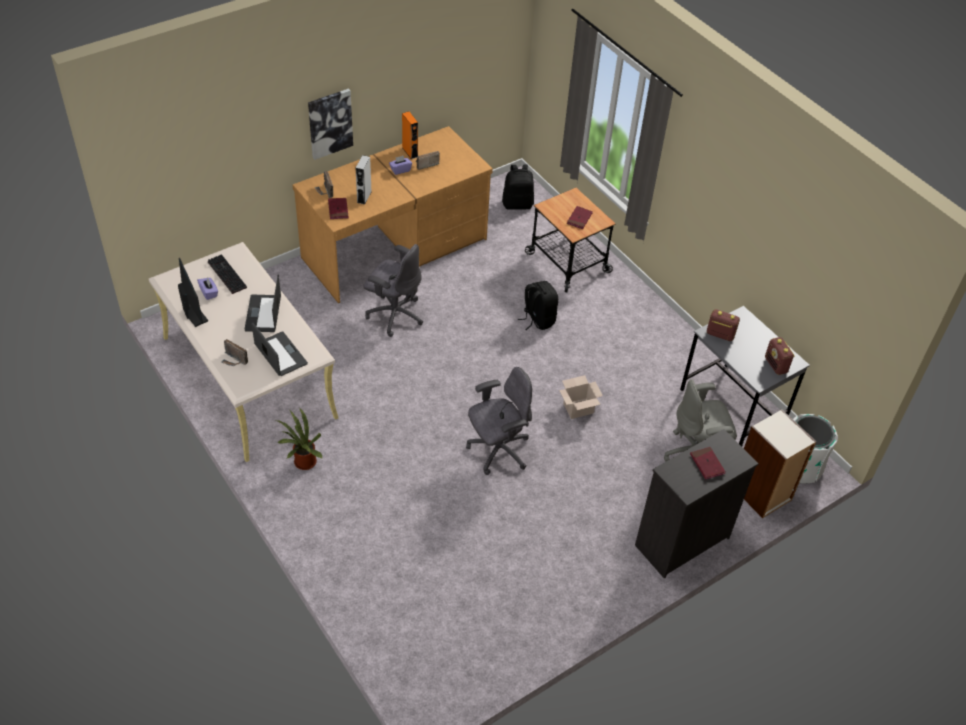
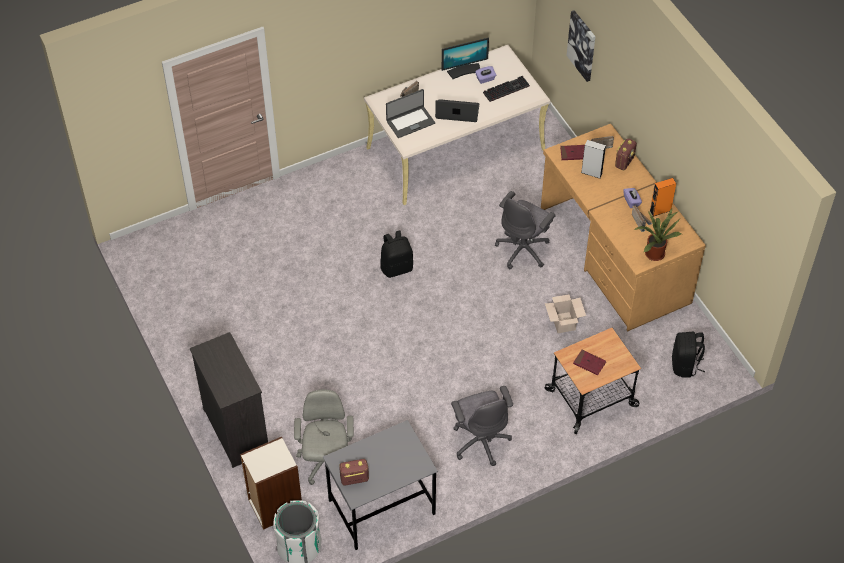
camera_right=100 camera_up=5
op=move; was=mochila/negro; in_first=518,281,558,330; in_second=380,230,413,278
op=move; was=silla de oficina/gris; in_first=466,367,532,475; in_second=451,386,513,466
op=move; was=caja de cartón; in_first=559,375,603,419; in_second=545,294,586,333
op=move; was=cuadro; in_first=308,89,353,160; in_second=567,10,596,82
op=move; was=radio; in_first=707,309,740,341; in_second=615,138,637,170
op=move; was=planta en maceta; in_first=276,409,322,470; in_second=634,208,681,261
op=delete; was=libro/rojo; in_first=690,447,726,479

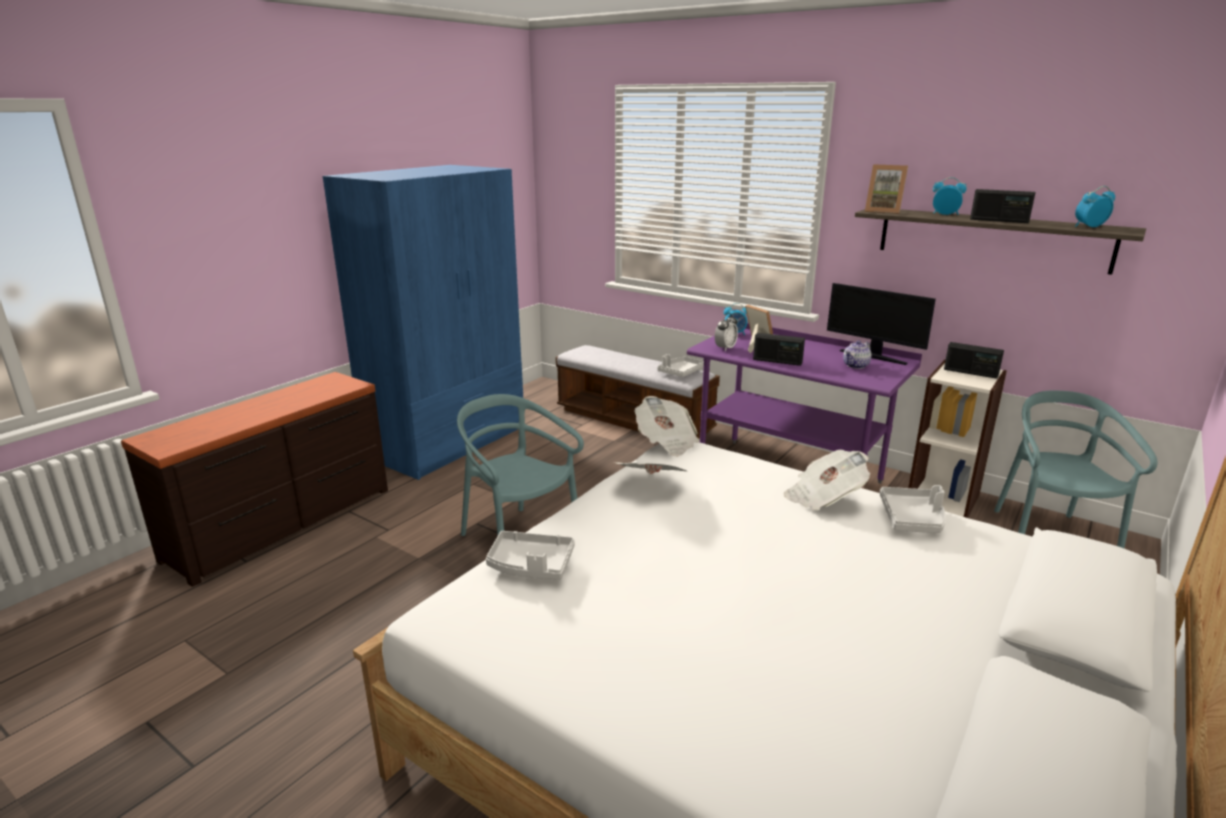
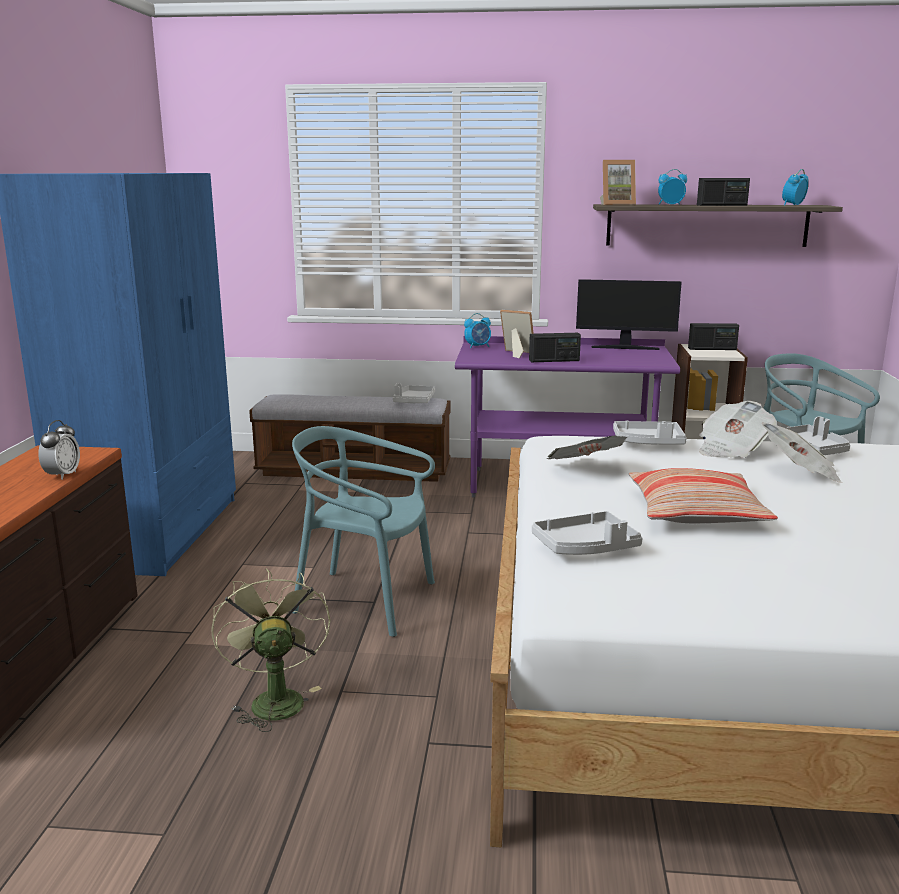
camera_right=-30 camera_up=-5
op=move; was=despertador; in_first=715,313,738,351; in_second=38,420,80,480
op=insert; now=ventilador/verde; in_second=211,568,330,732
op=insert; now=bandeja/gris; in_second=613,421,687,444
op=insert; now=cojín; in_second=629,468,778,523
op=move; was=periódico; in_first=634,396,700,457; in_second=762,422,842,483
op=delete; was=tetera; in_first=843,340,871,369

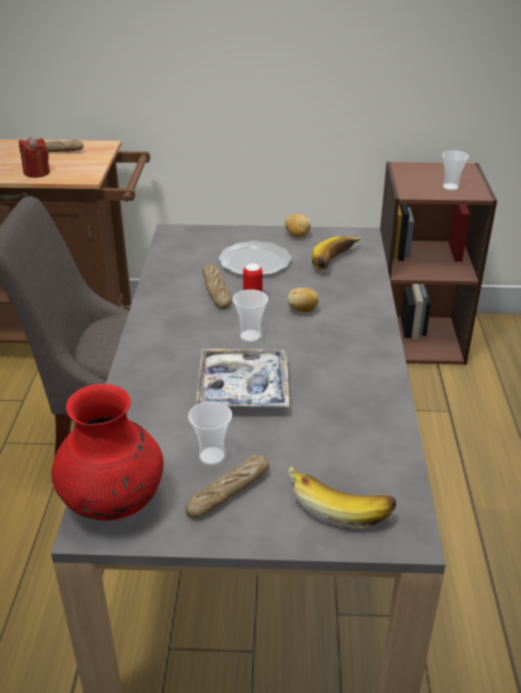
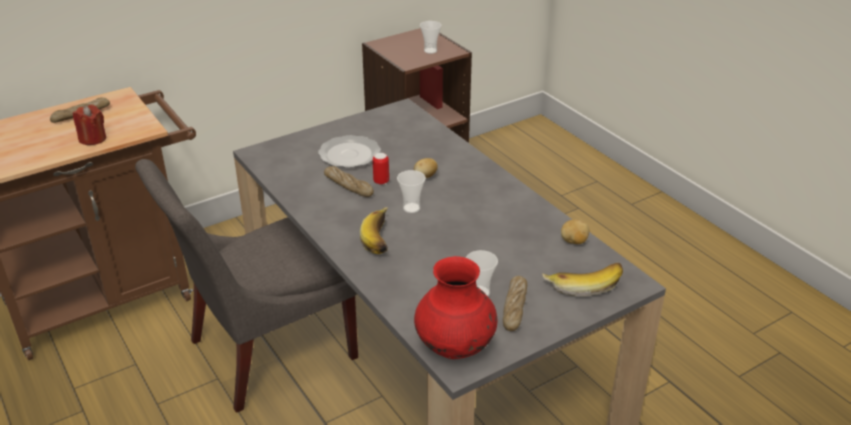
camera_right=-35 camera_up=0
op=move; was=plátano; in_first=312,236,361,270; in_second=360,207,388,254
op=move; was=patata; in_first=284,214,311,237; in_second=561,219,589,244
op=delete; was=bandeja; in_first=196,349,290,407

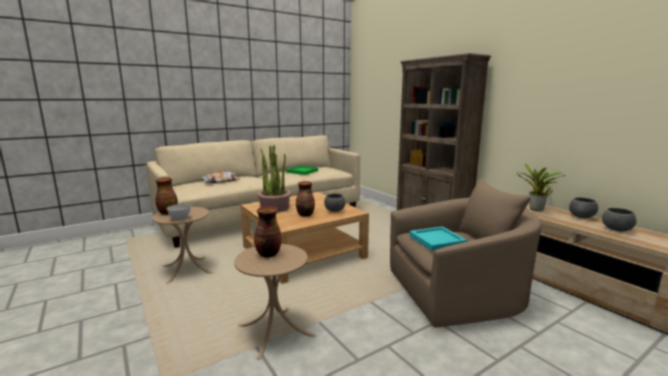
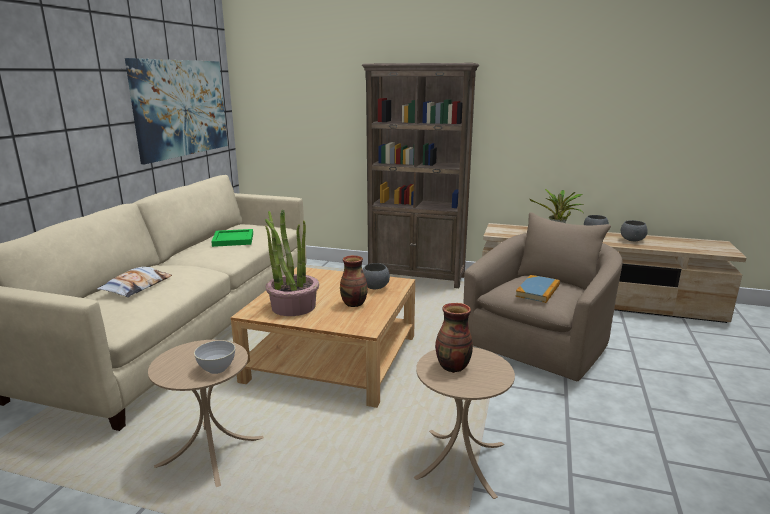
camera_right=-40 camera_up=5
op=insert; now=cuadro; in_second=125,58,228,164
op=replace; was=bandeja/turquesa; now=libro; in_first=409,226,467,251; in_second=515,275,560,303
op=delete; was=florero; in_first=156,178,178,215

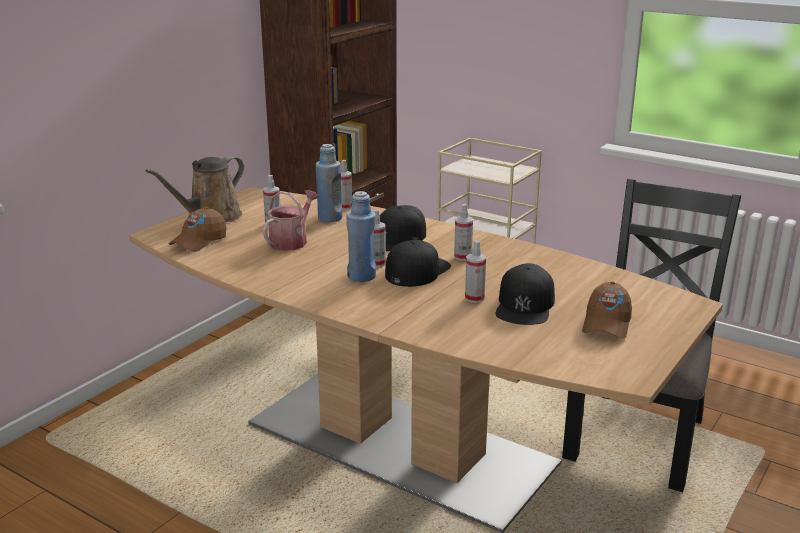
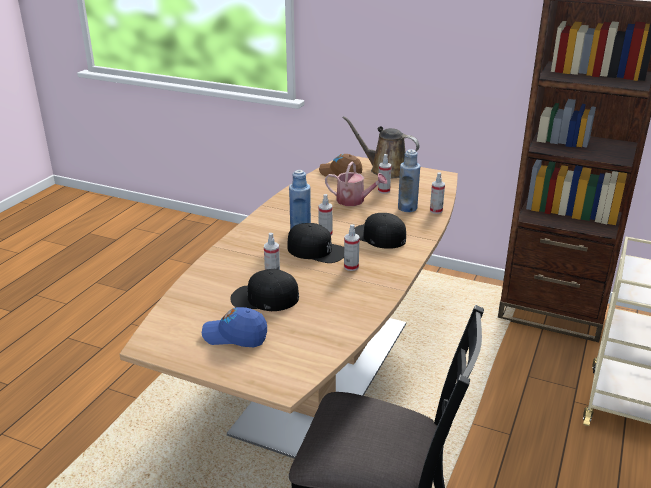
camera_right=80 camera_up=5
op=recolor; was=gorra/marrón; now=gorra/azul; in_first=582,281,632,339; in_second=202,307,267,347

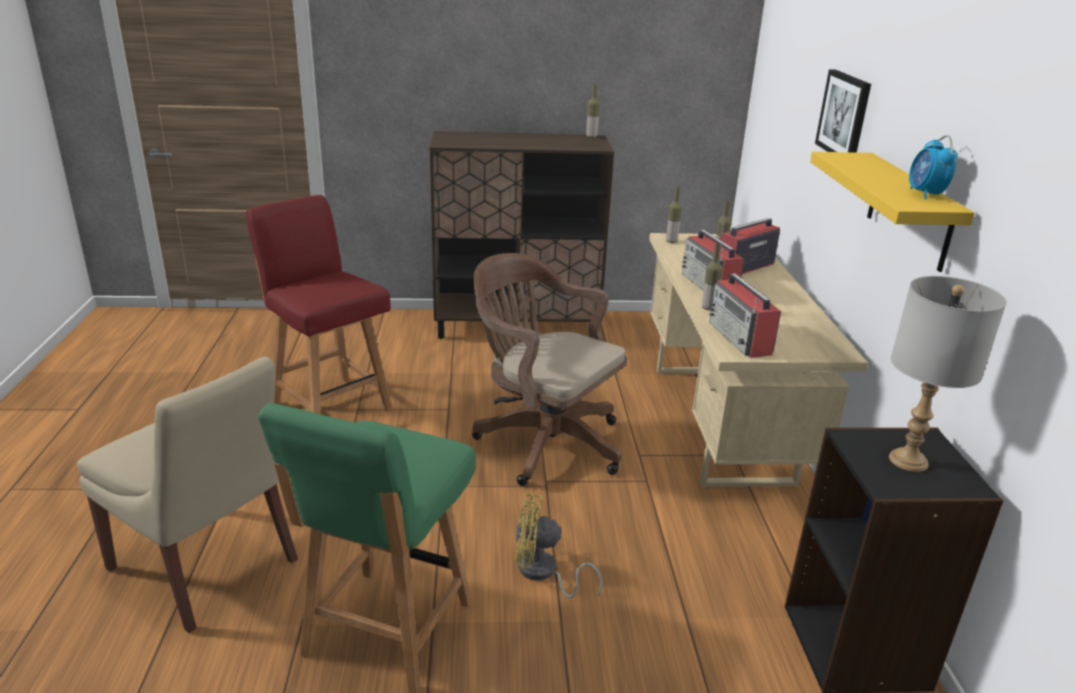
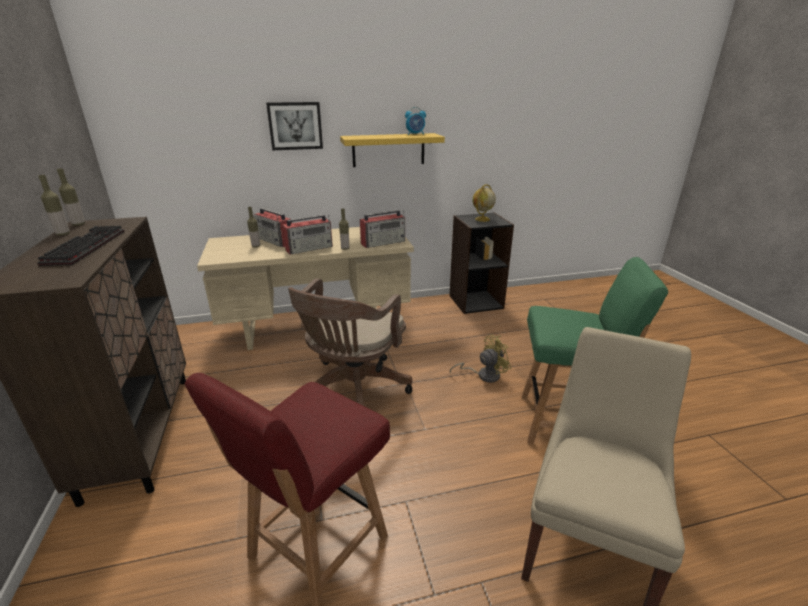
camera_right=-100 camera_up=0
op=insert; now=teclado; in_second=38,226,125,266
op=move; was=botella; in_first=666,187,682,243; in_second=39,175,70,236
op=rotate; was=ventilador/amarillo; in_first=516,494,602,598; in_second=450,335,511,383; clockwise=-105
op=replace; was=lámpara de mesa/gris; now=globo terráqueo; in_first=889,276,1007,472; in_second=472,185,496,222

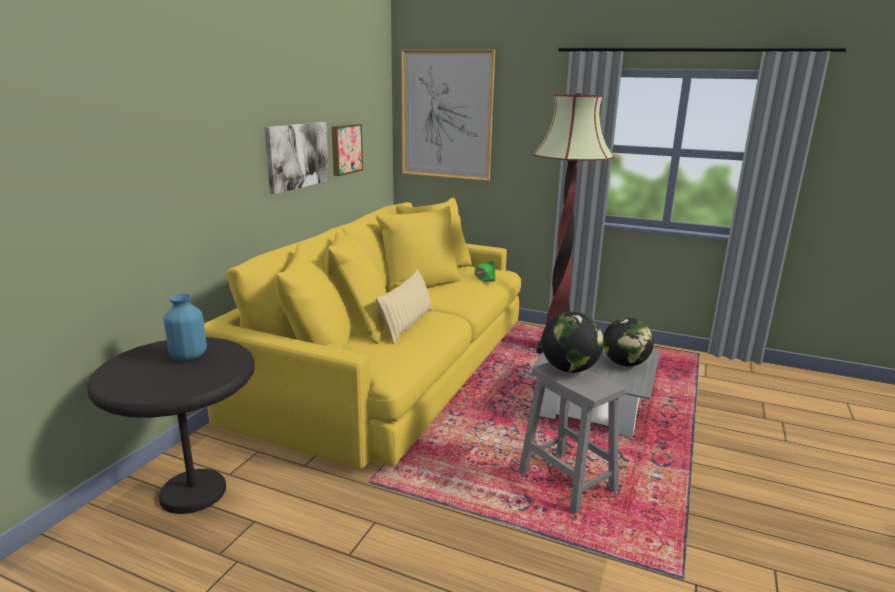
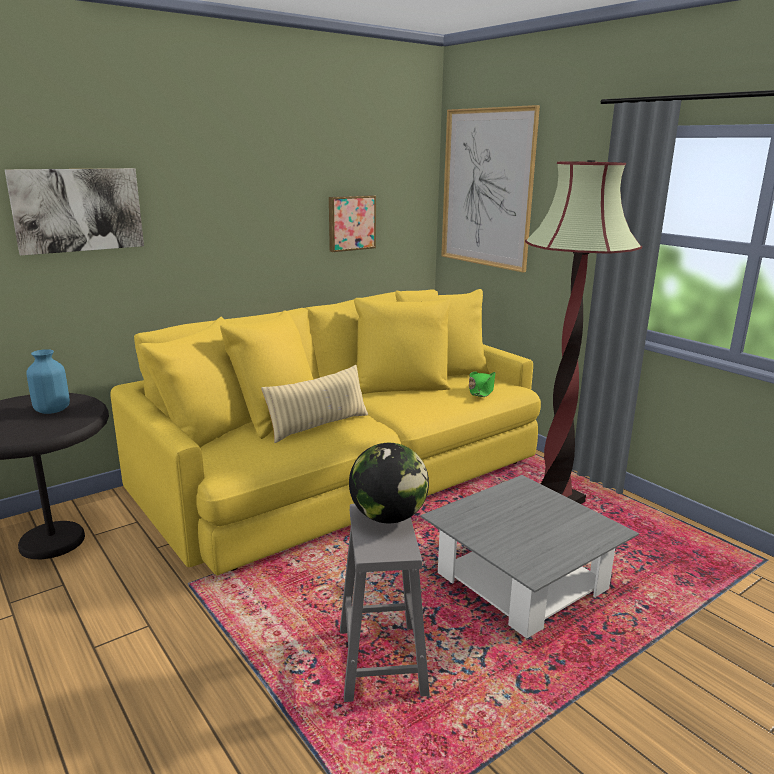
camera_right=30 camera_up=0
op=move; was=cuadro; in_first=265,122,329,194; in_second=4,168,144,255
op=delete; was=globo terráqueo; in_first=603,317,654,366

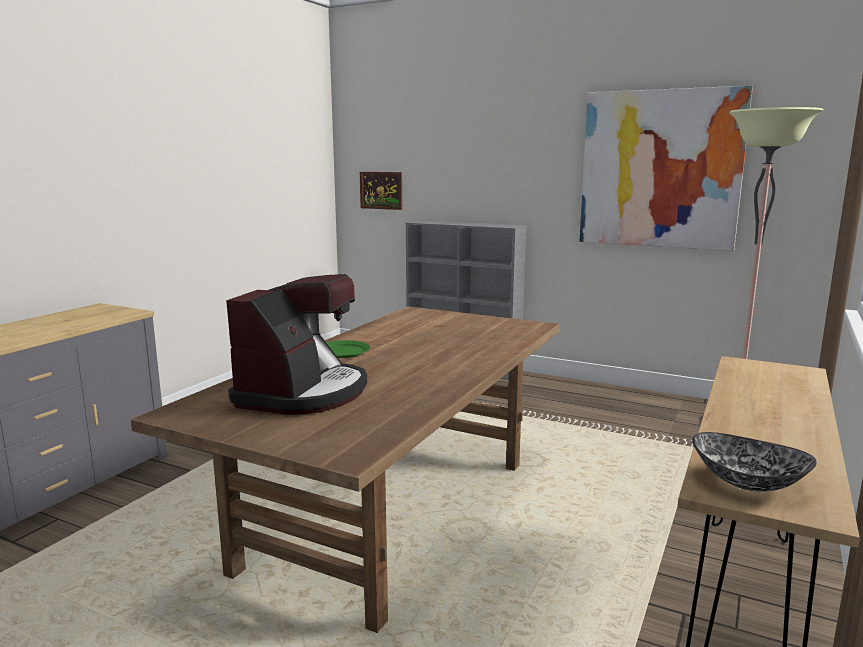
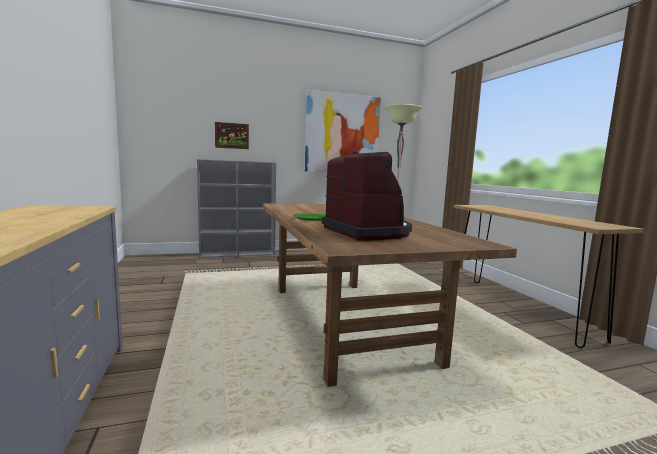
camera_right=-45 camera_up=-5
op=move; was=cuadro; in_first=360,172,402,210; in_second=215,122,249,149
op=delete; was=cuenco; in_first=692,432,817,492

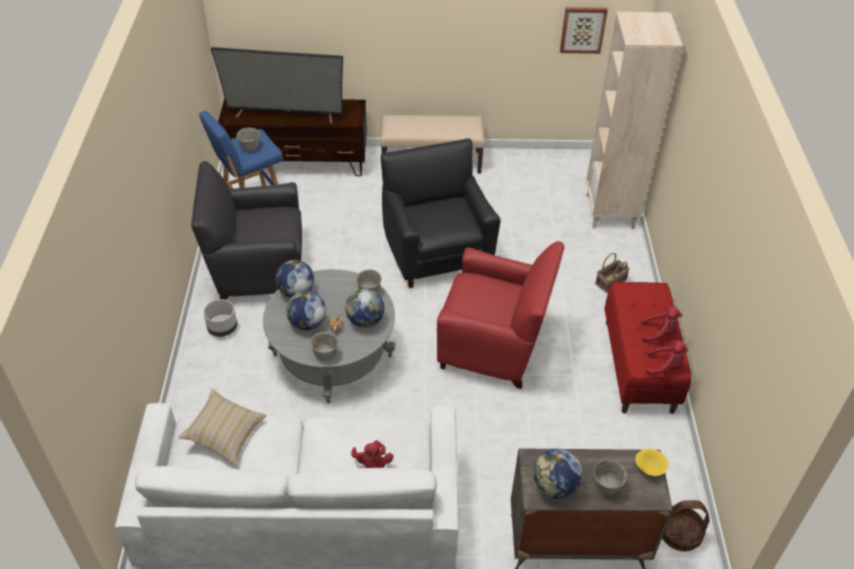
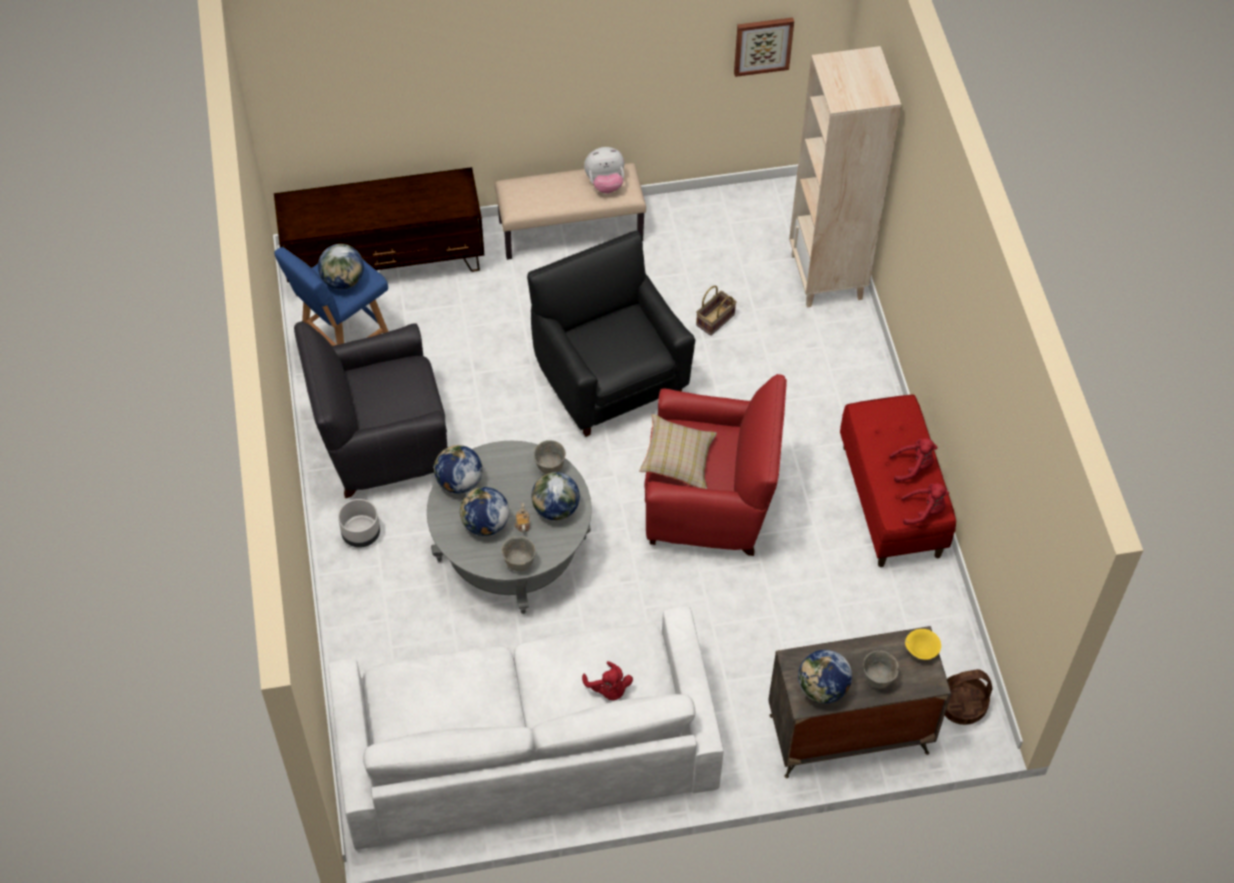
camera_right=-10 camera_up=10
op=replace; was=cuenco/gris; now=globo terráqueo; in_first=237,128,260,151; in_second=318,244,364,290
op=insert; now=peluche; in_second=584,147,624,193
op=move; was=cojín/beis; in_first=178,389,267,466; in_second=639,414,717,489
op=move; was=cesta; in_first=595,253,630,293; in_second=696,286,737,336
op=delete; was=televisor; in_first=211,47,343,123

